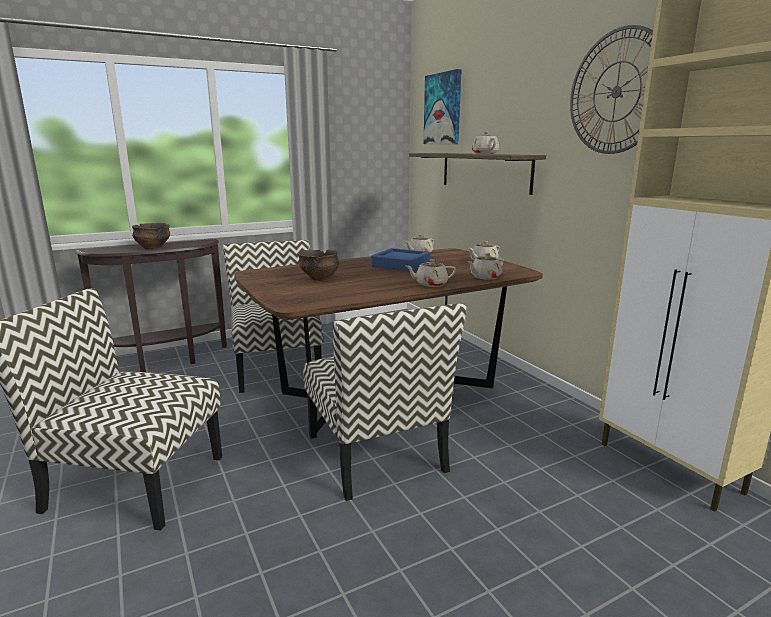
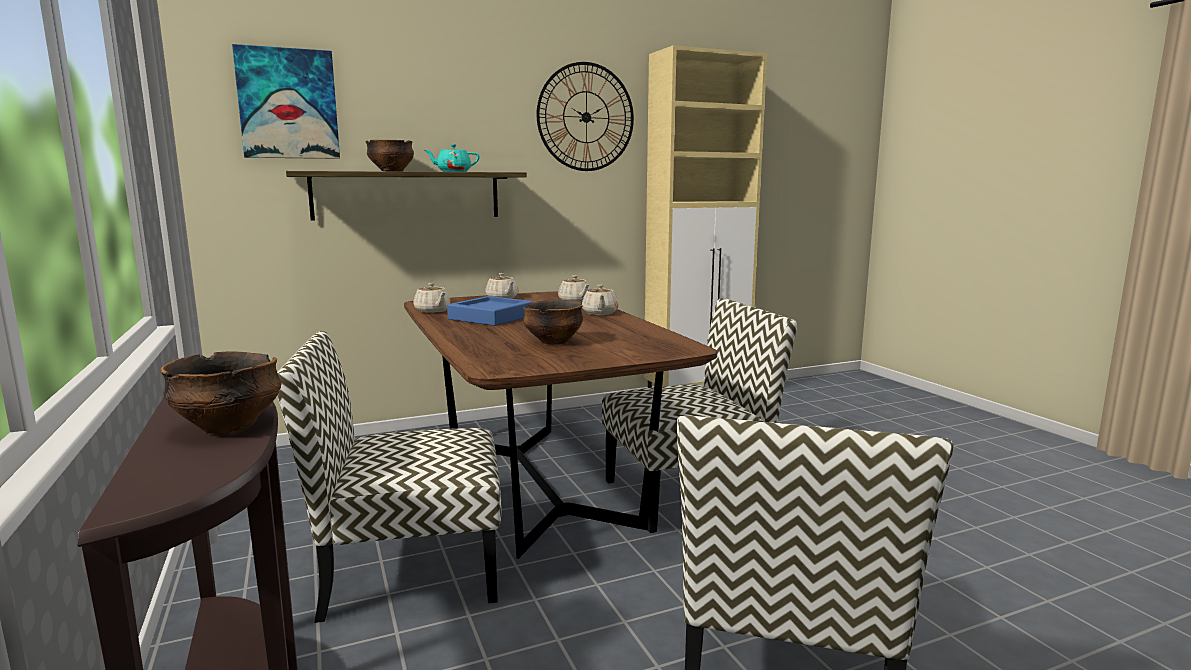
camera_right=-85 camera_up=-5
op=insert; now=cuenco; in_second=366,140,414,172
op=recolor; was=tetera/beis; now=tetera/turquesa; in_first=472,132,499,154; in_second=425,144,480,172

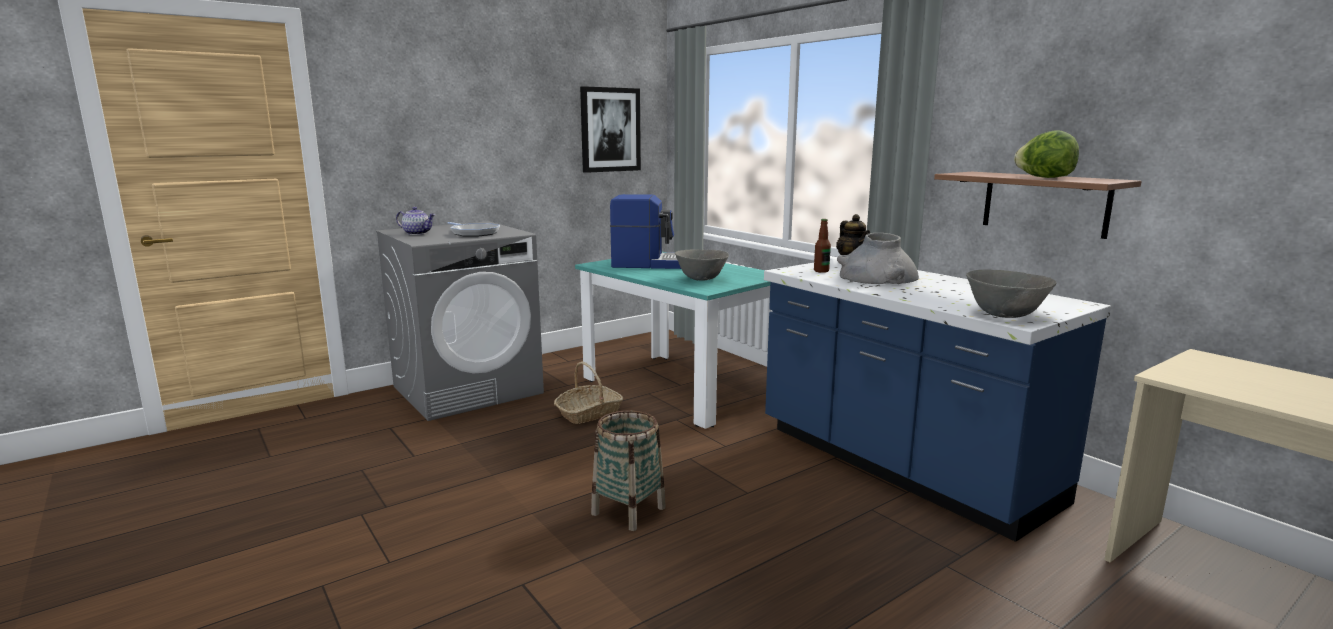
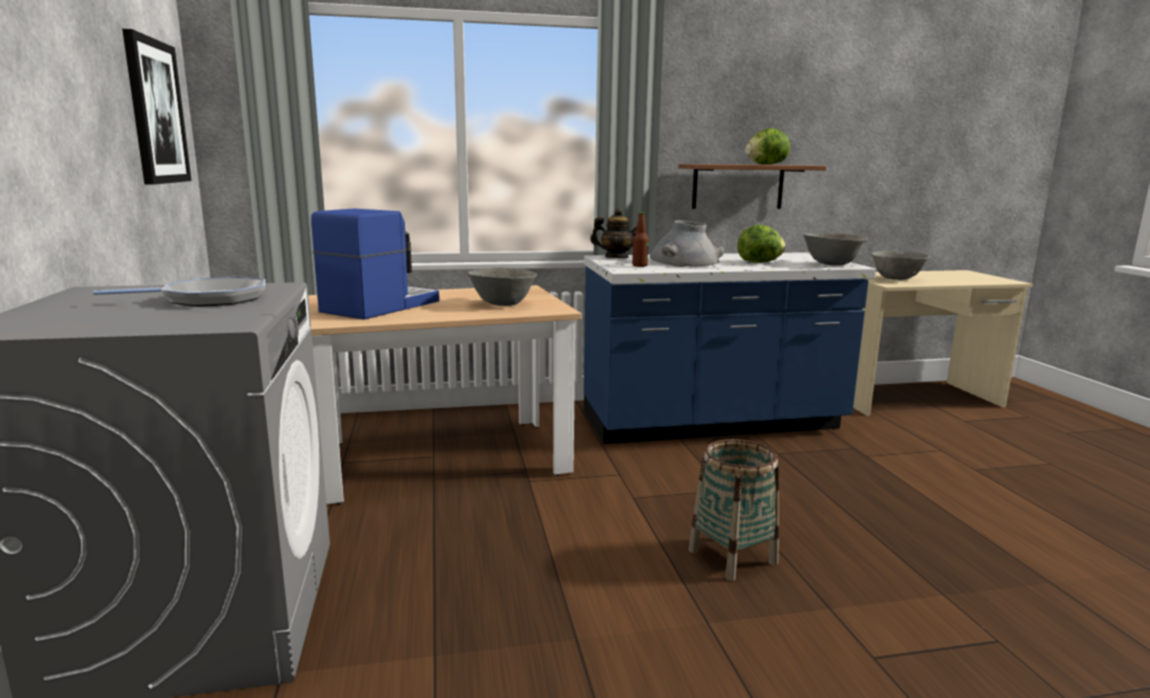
camera_right=-65 camera_up=0
op=recolor; was=mesa de comedor/turquesa; now=mesa de comedor/beis; in_first=575,252,770,429; in_second=308,285,582,505
op=insert; now=lechuga; in_second=737,225,786,263
op=insert; now=cuenco/gris; in_second=871,251,930,280
op=delete; was=tetera; in_first=396,207,435,235
op=delete; was=cesta; in_first=554,362,623,424

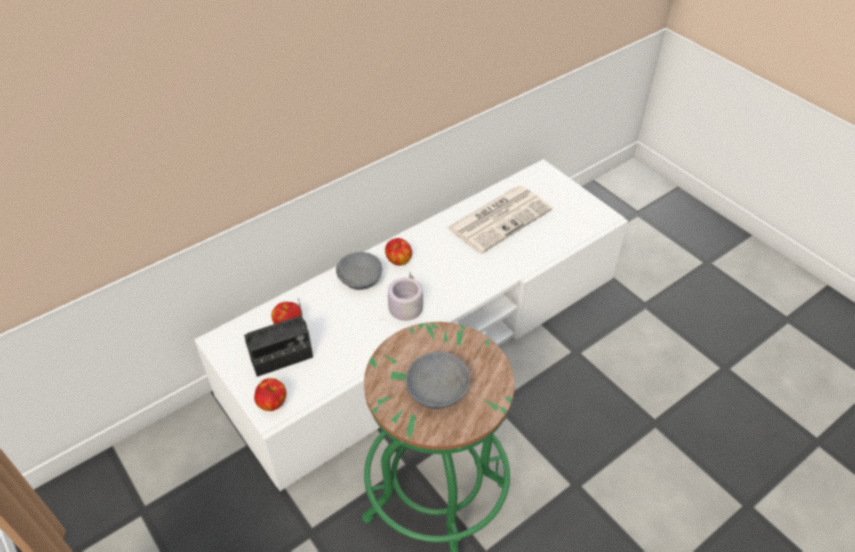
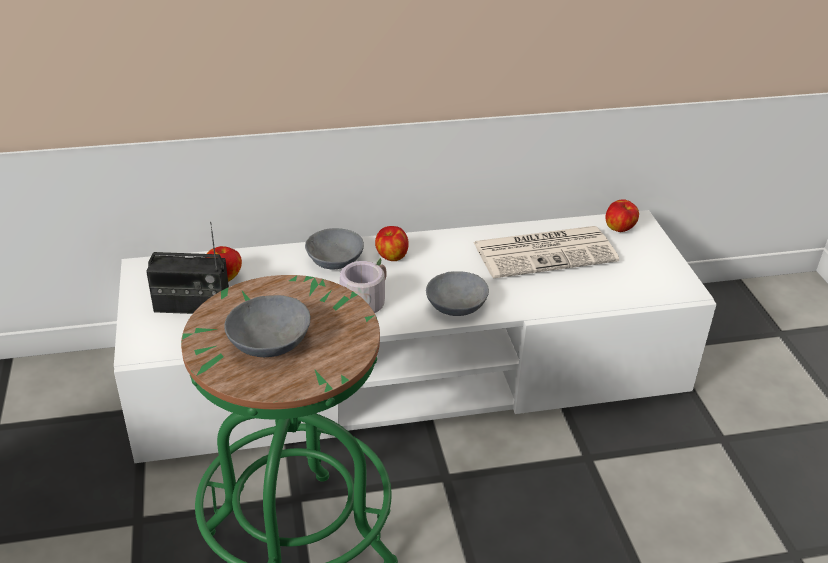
camera_right=25 camera_up=-10
op=insert; now=cuenco/gris; in_second=426,271,489,316
op=move; was=manzana; in_first=254,378,286,411; in_second=605,199,639,232

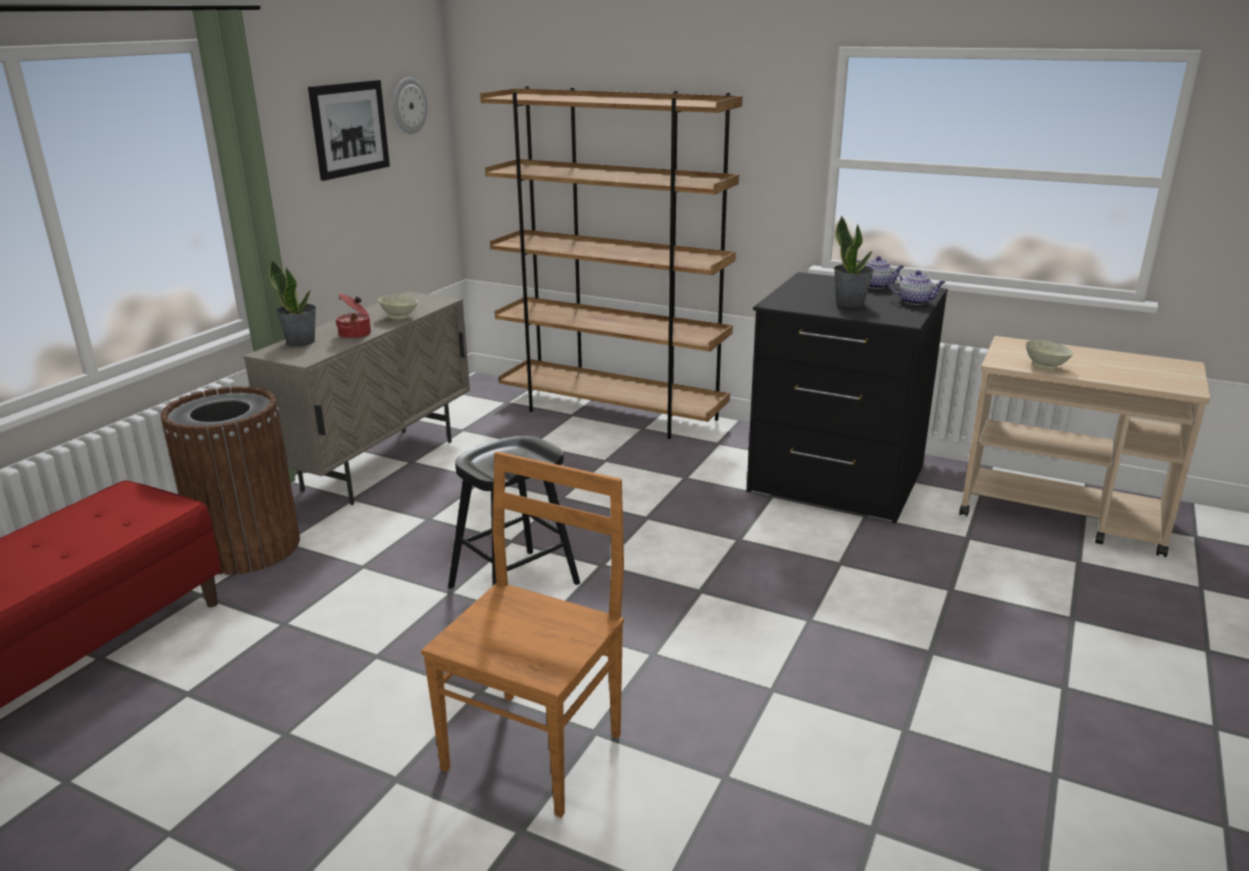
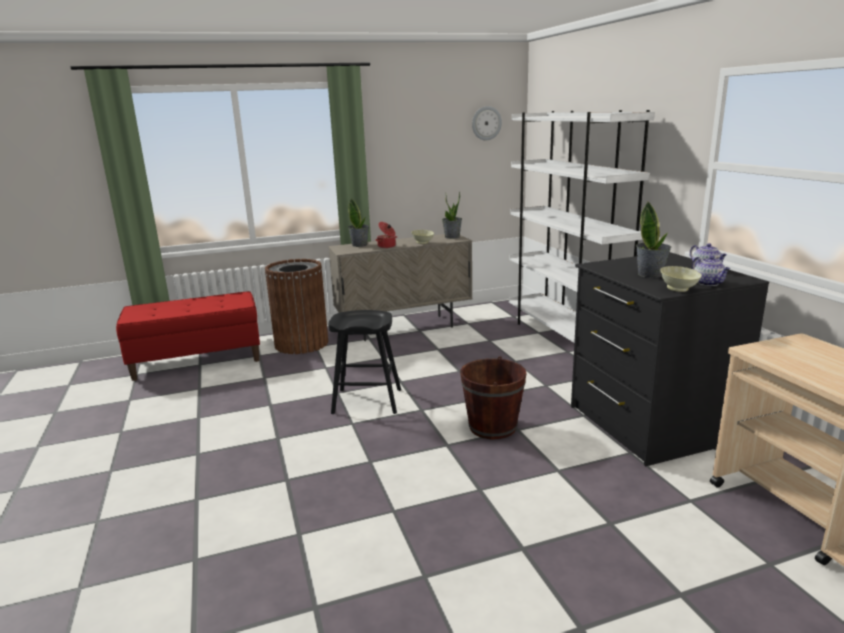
camera_right=45 camera_up=-5
op=insert; now=planta en maceta; in_second=442,192,462,239
op=insert; now=cubo/marrón; in_second=460,356,527,439
op=recolor; was=estantería/marrón; now=estantería/blanco; in_first=480,86,742,439; in_second=509,110,655,343
op=move; was=cuenco/beis; in_first=1025,340,1074,370; in_second=660,266,702,292
op=delete; was=cuadro; in_first=308,80,390,181
op=delete; was=silla/marrón; in_first=421,451,624,818

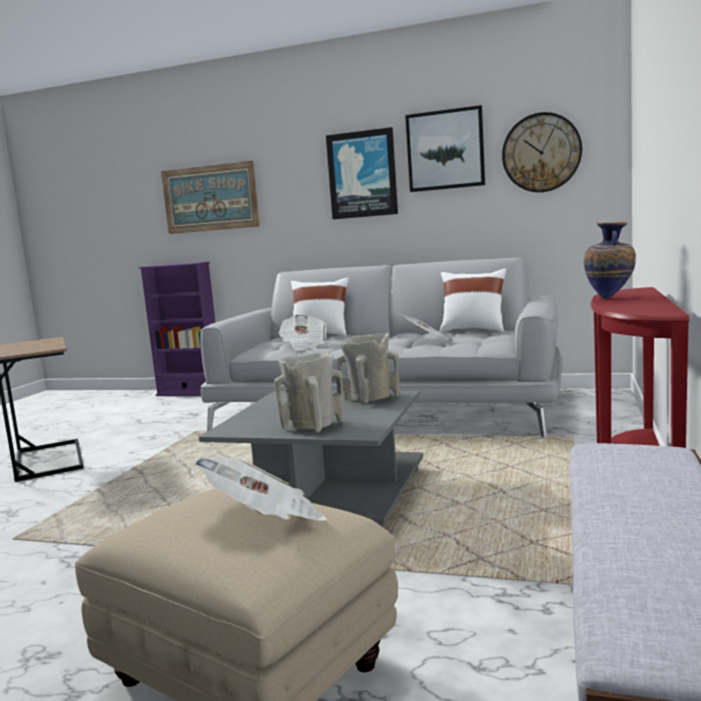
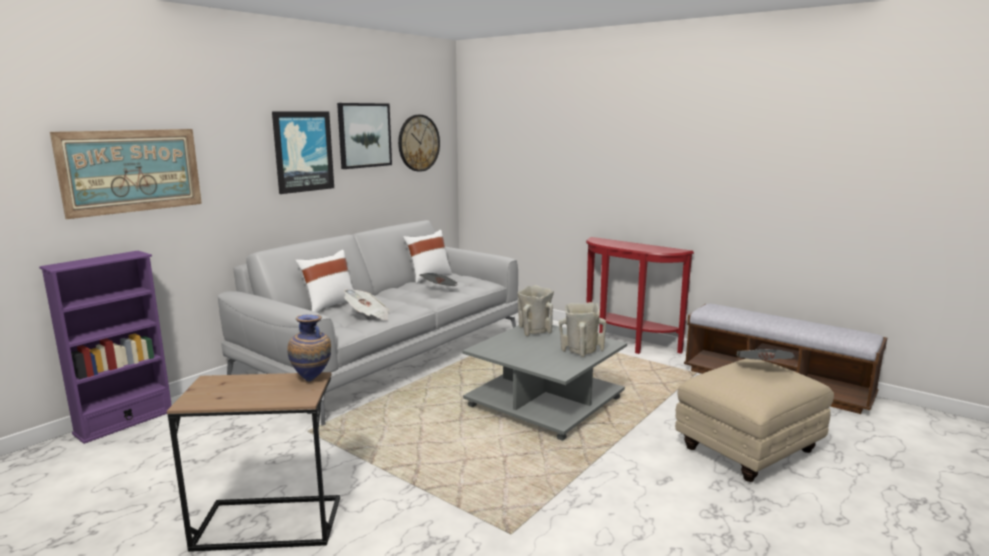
camera_right=-70 camera_up=5
op=move; was=florero; in_first=584,222,636,299; in_second=287,314,331,382

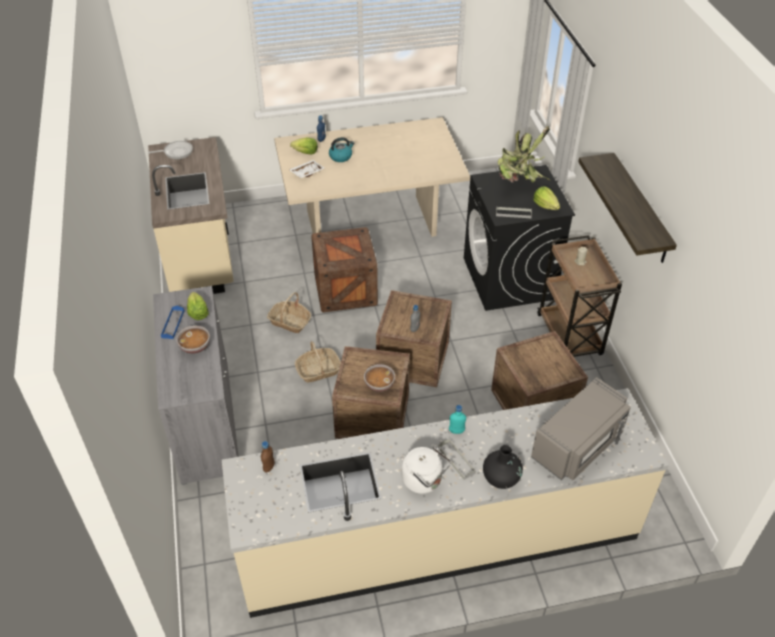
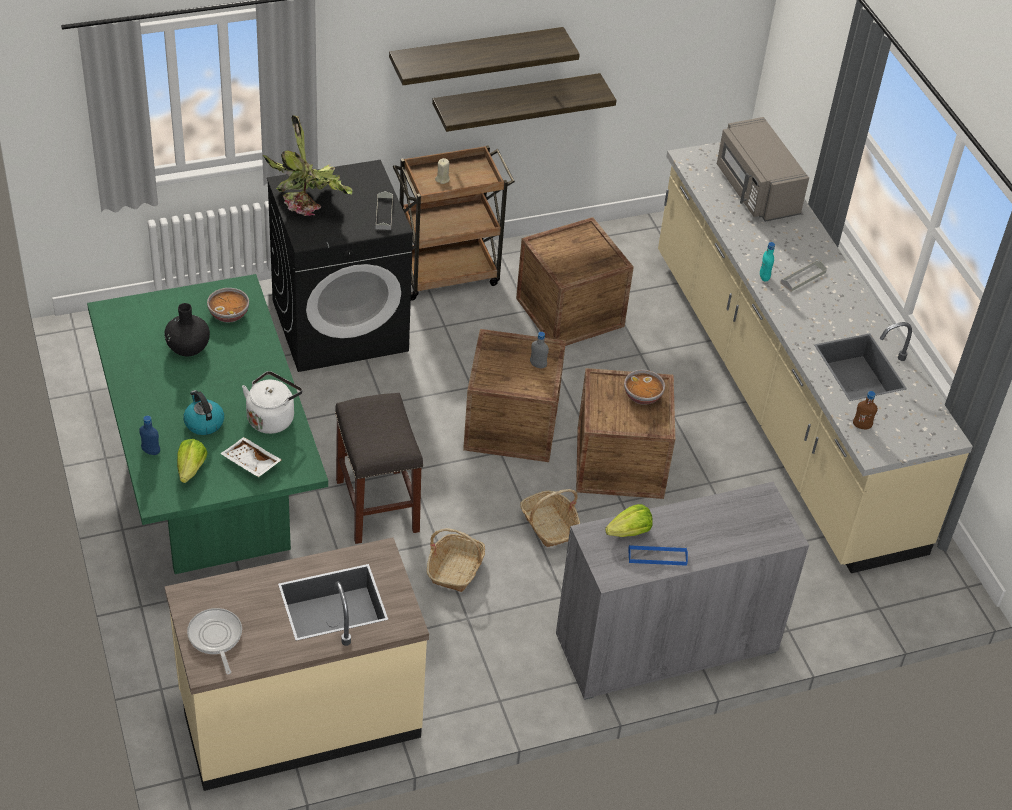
camera_right=-100 camera_up=0
op=recolor; was=mesa de comedor/beis; now=mesa de comedor/verde; in_first=274,117,470,237; in_second=87,274,328,574
op=move; was=florero/negro; in_first=483,445,523,489; in_second=164,303,210,356
op=move; was=cuenco; in_first=176,325,210,354; in_second=207,288,249,322
op=move; was=hervidor/blanco; in_first=402,446,451,494; in_second=242,371,302,434
op=replace; was=caja de embalaje; now=taburete/gris; in_first=311,227,378,312; in_second=335,393,423,544
op=insert; now=estante; in_second=432,73,616,132
op=rotate; was=microondas/gris; in_first=531,377,631,480; in_second=717,117,809,222; clockwise=-150
op=delete; was=lechuga; in_first=533,186,560,210

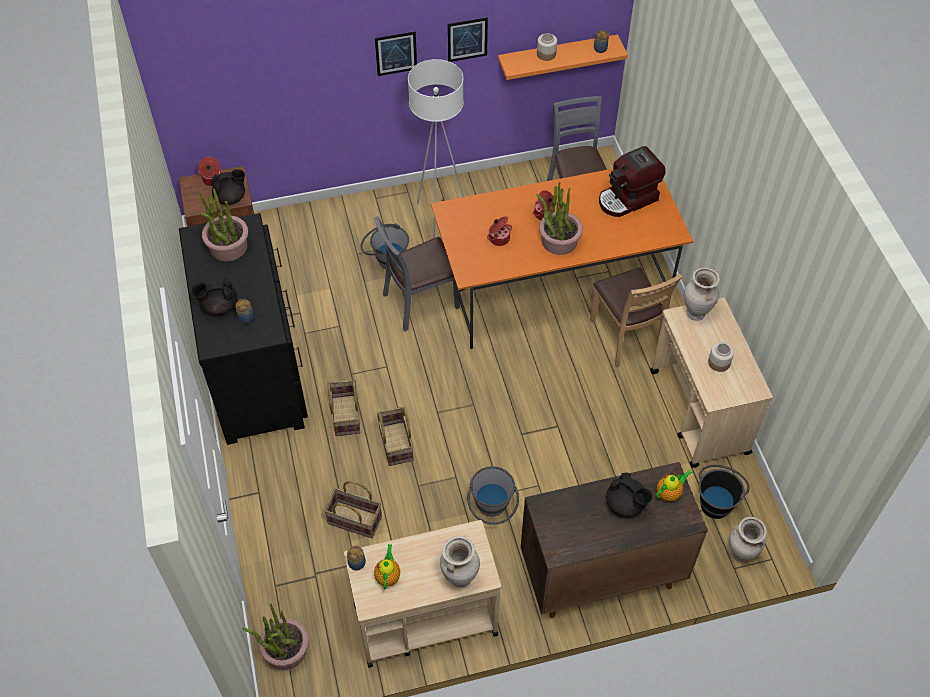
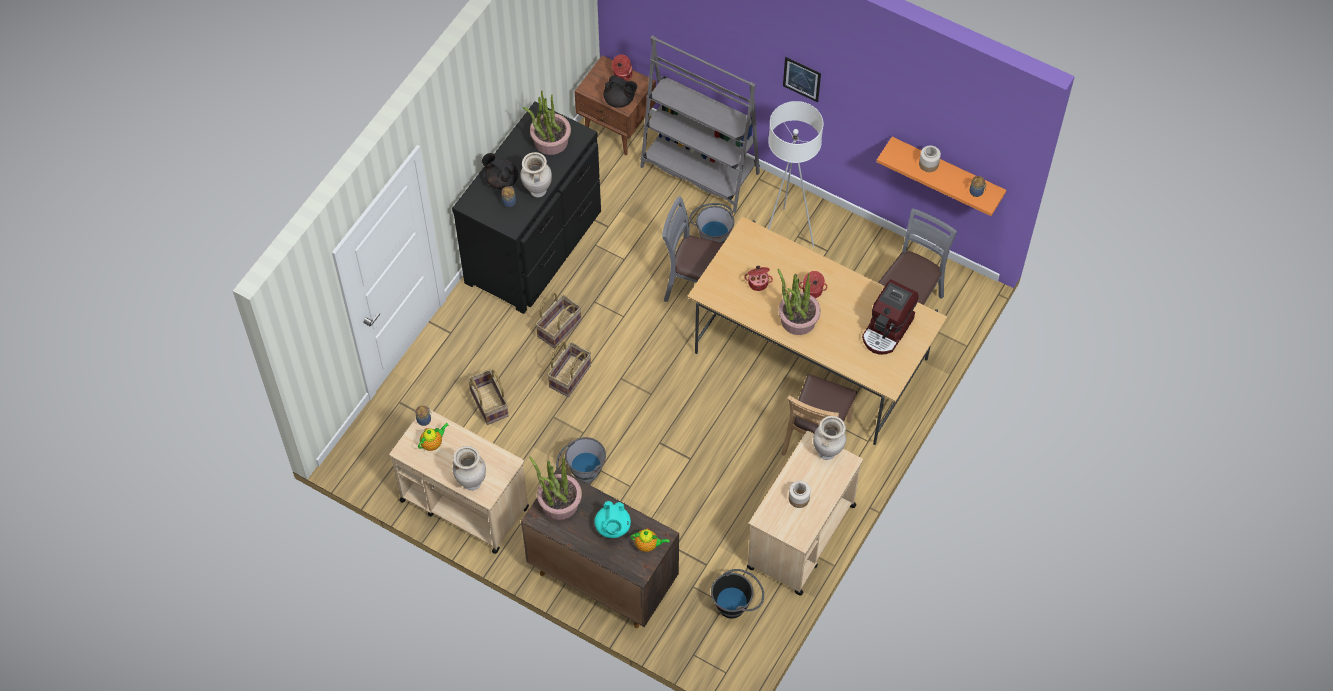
camera_right=45 camera_up=5
op=move; was=florero/beis; in_first=729,517,767,562; in_second=520,152,552,197
op=move; was=planta en maceta; in_first=242,603,309,670; in_second=529,457,582,520
op=recolor; was=tetera/negro; now=tetera/turquesa; in_first=606,472,653,517; in_second=594,501,631,538
op=insert; now=estantería/gris; in_second=640,35,760,213
op=recolor; was=mesa de comedor/naranja; now=mesa de comedor/beis; in_first=431,169,693,349; in_second=687,217,947,445
op=rotate; was=cafetera; in_first=599,146,665,217; in_second=862,279,919,355; clockwise=-75
op=delete; was=cuadro; in_first=447,17,488,62

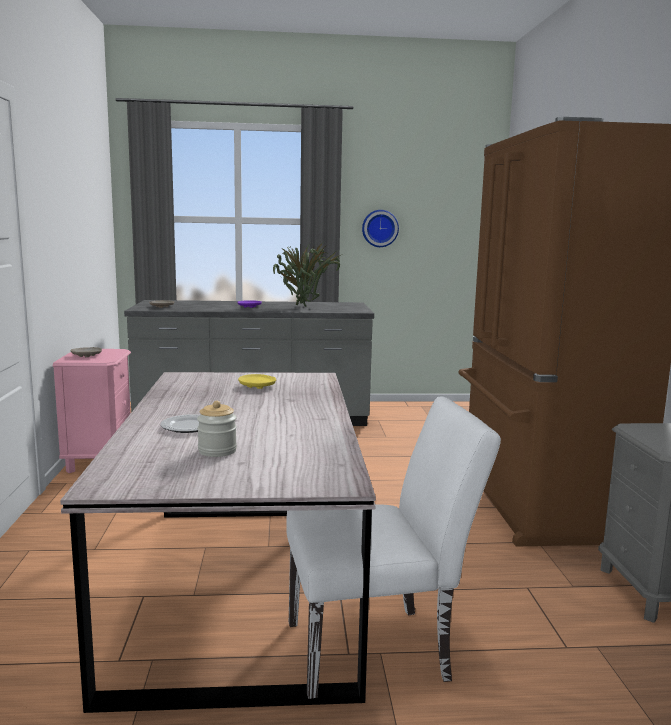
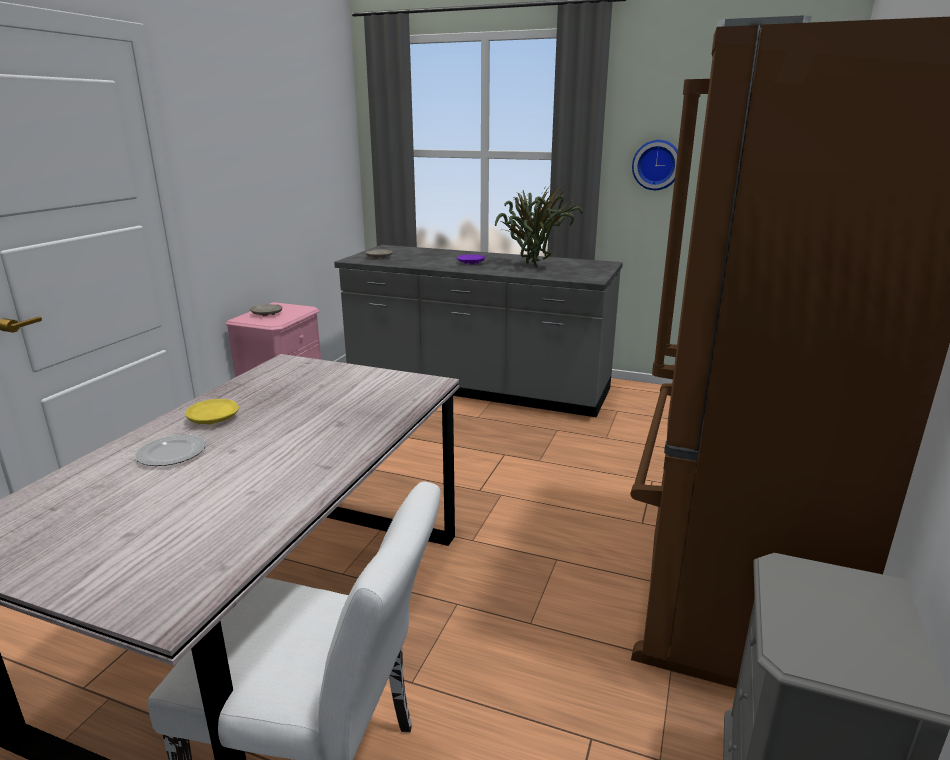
camera_right=25 camera_up=10
op=move; was=plato/amarillo; in_first=238,374,277,389; in_second=185,399,239,425
op=delete; was=tarro; in_first=197,401,237,457

